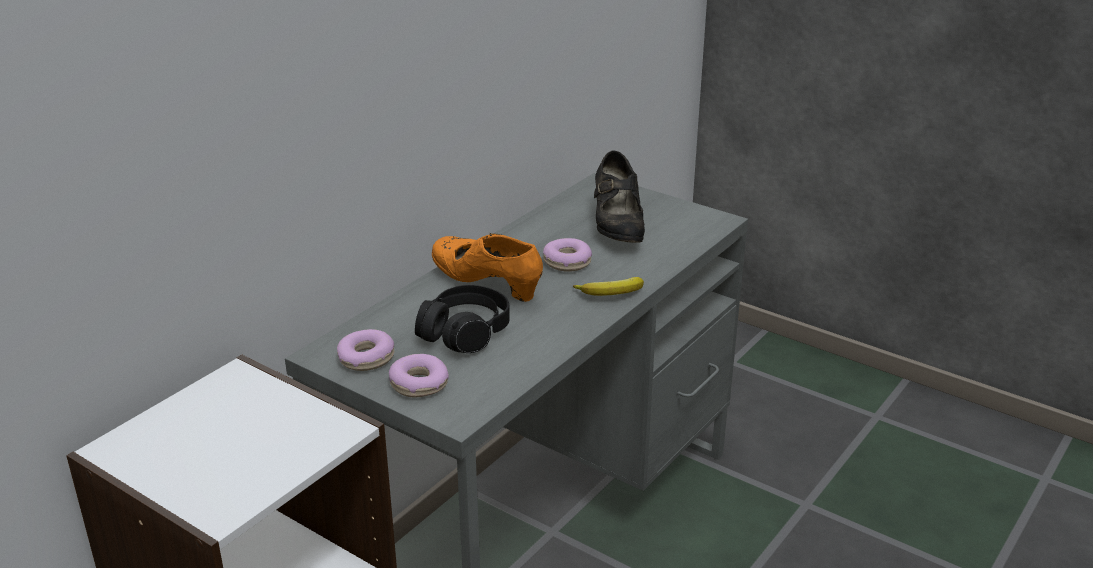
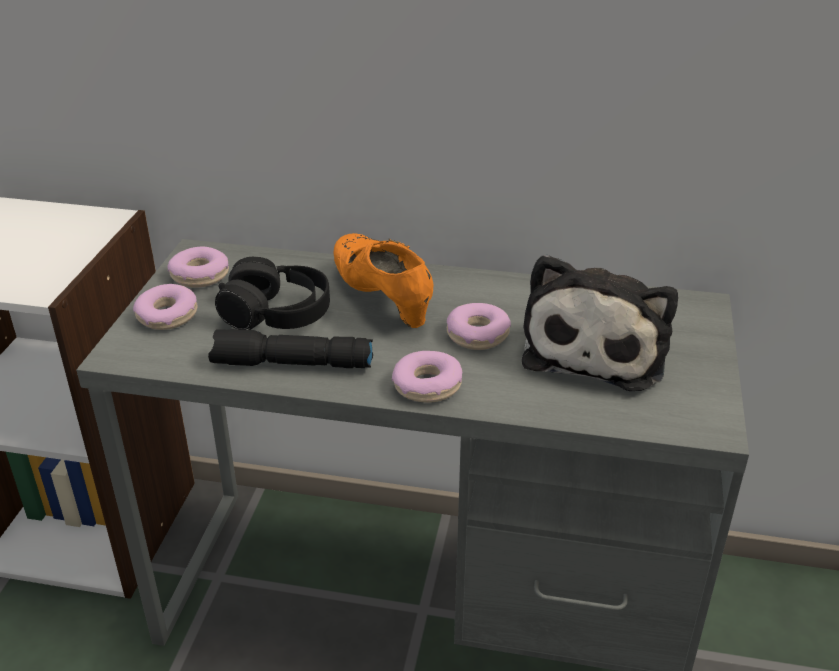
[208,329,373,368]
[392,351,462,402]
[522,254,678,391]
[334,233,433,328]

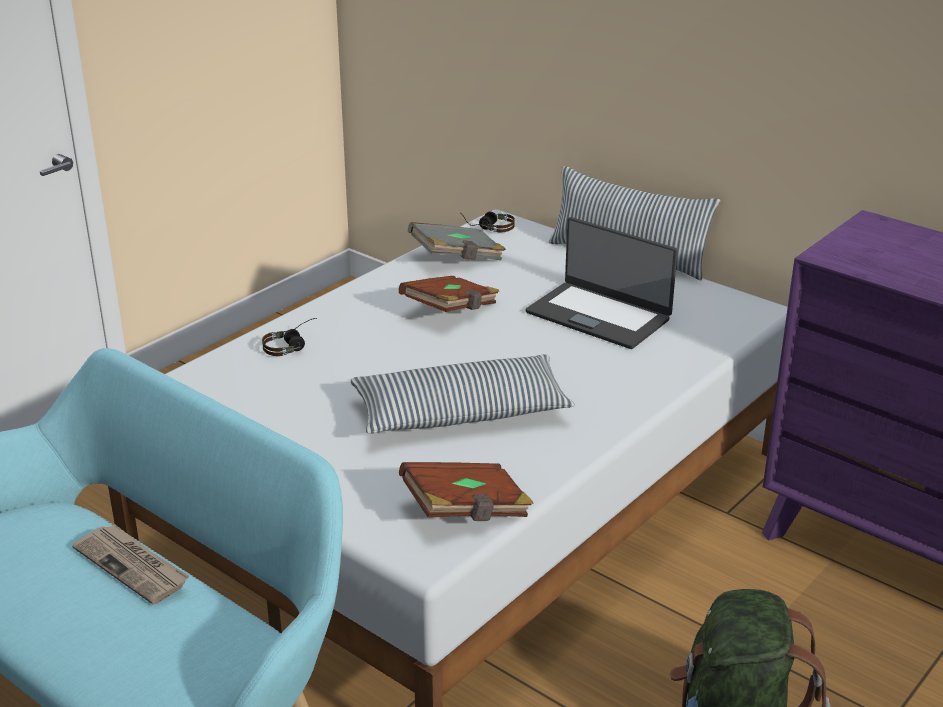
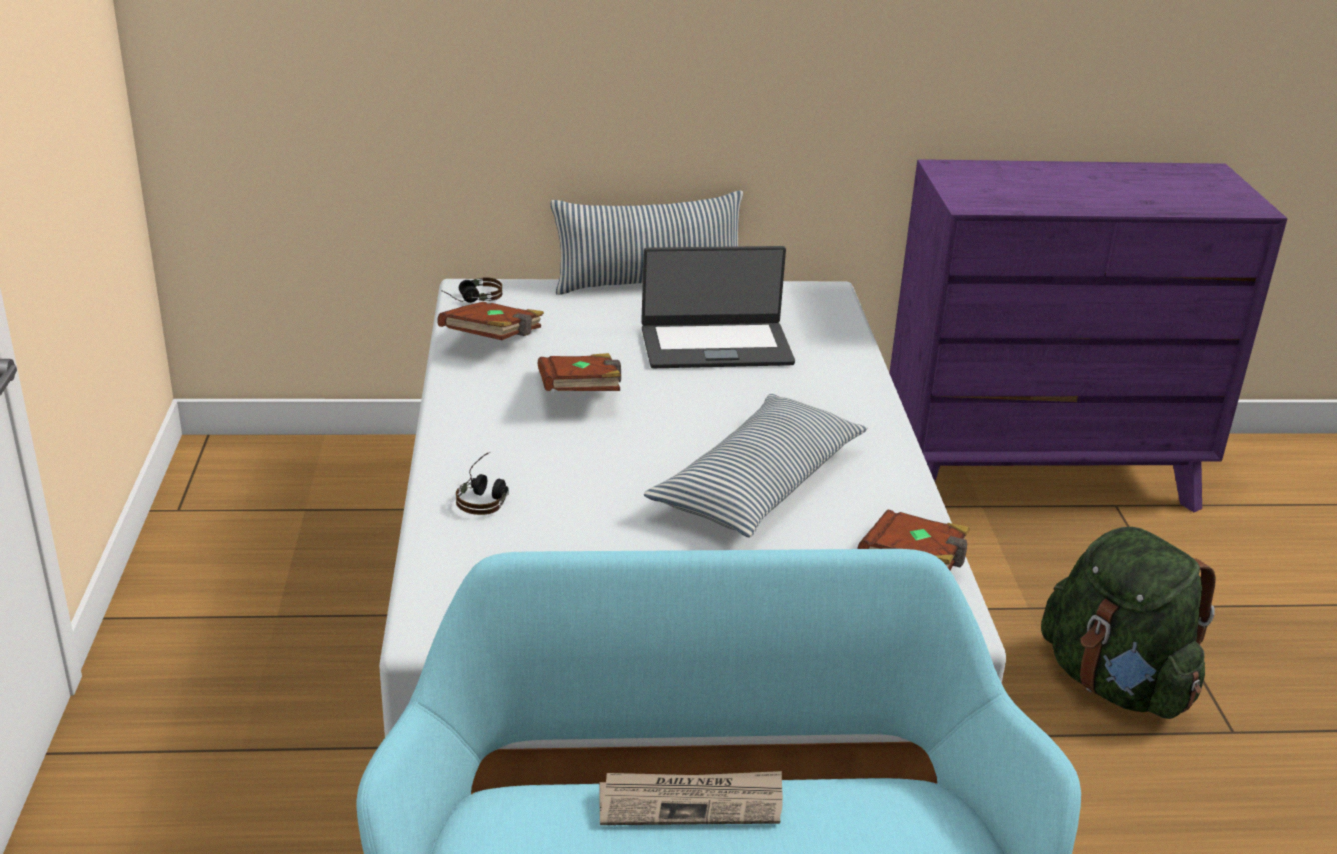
[438,302,544,340]

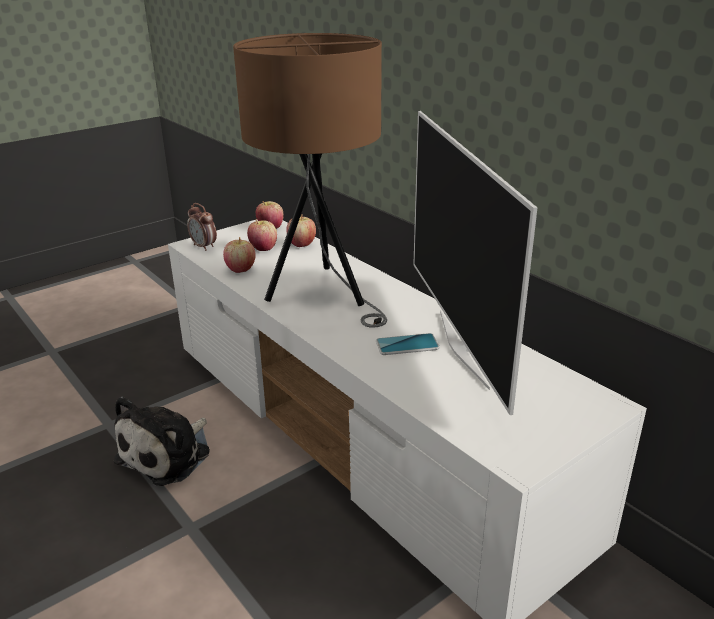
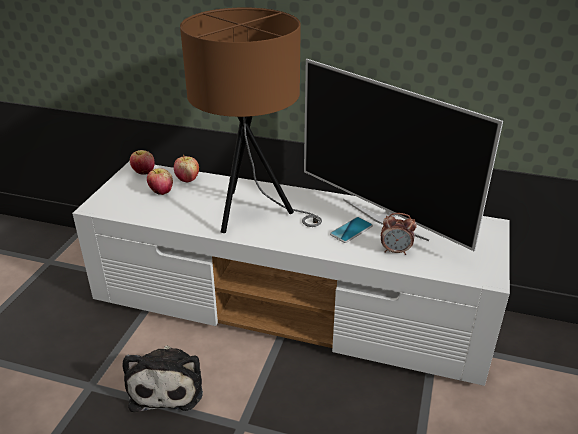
[223,237,256,273] (first image)
[381,213,417,255]

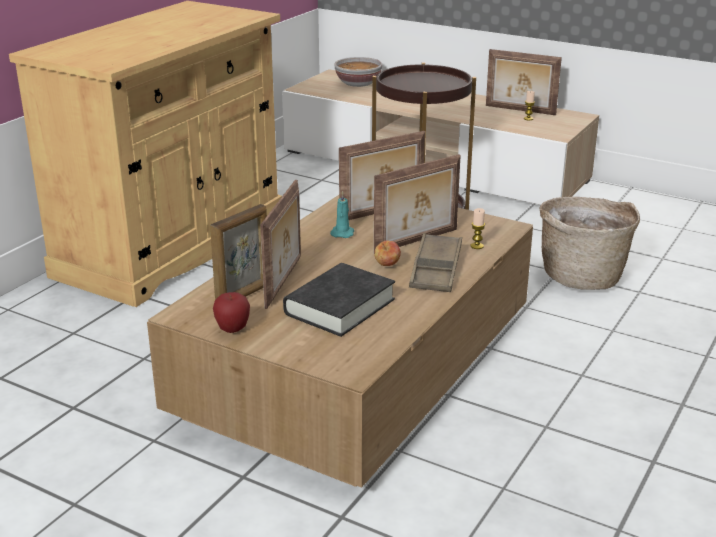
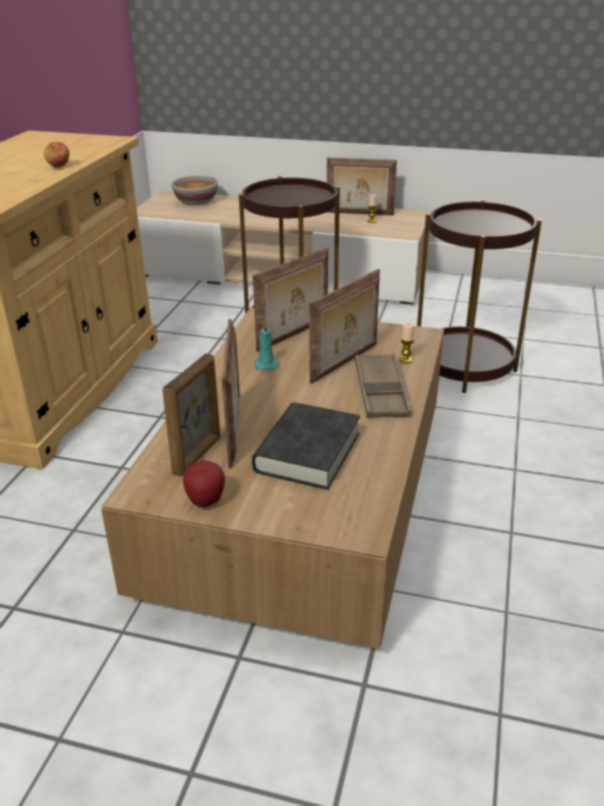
[44,142,70,167]
[417,199,542,393]

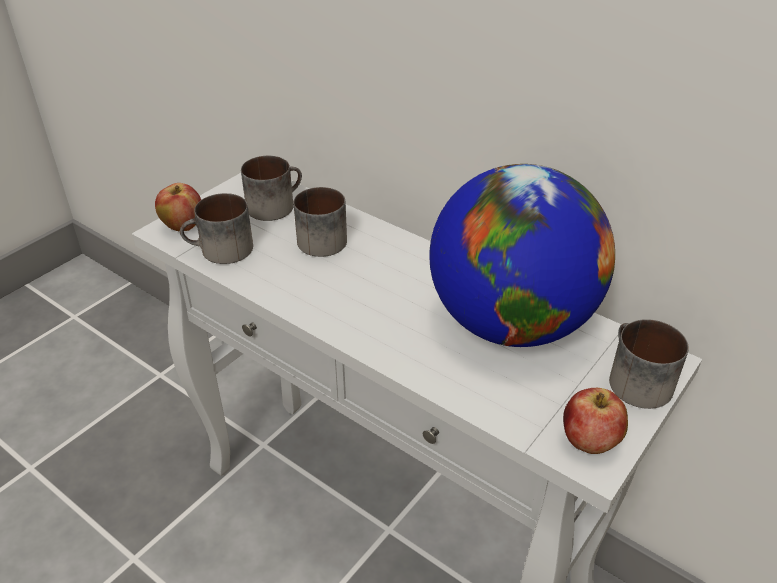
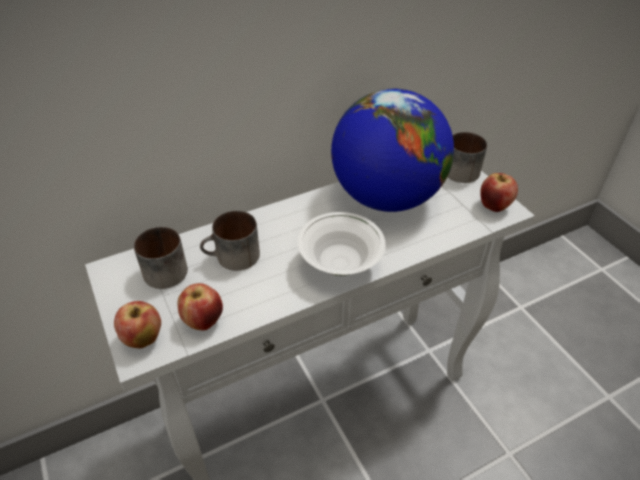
[297,212,386,276]
[177,283,223,330]

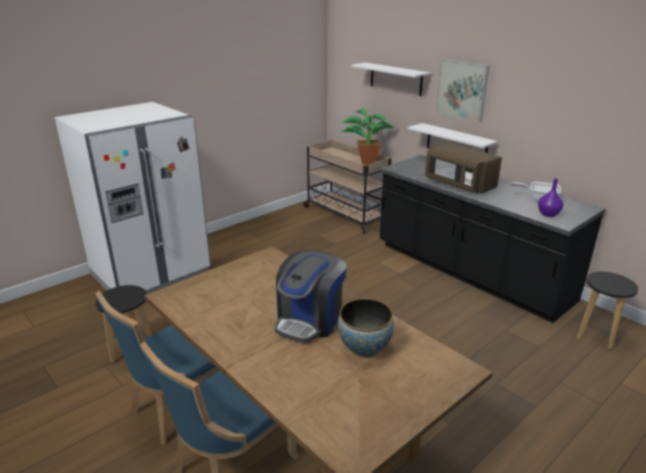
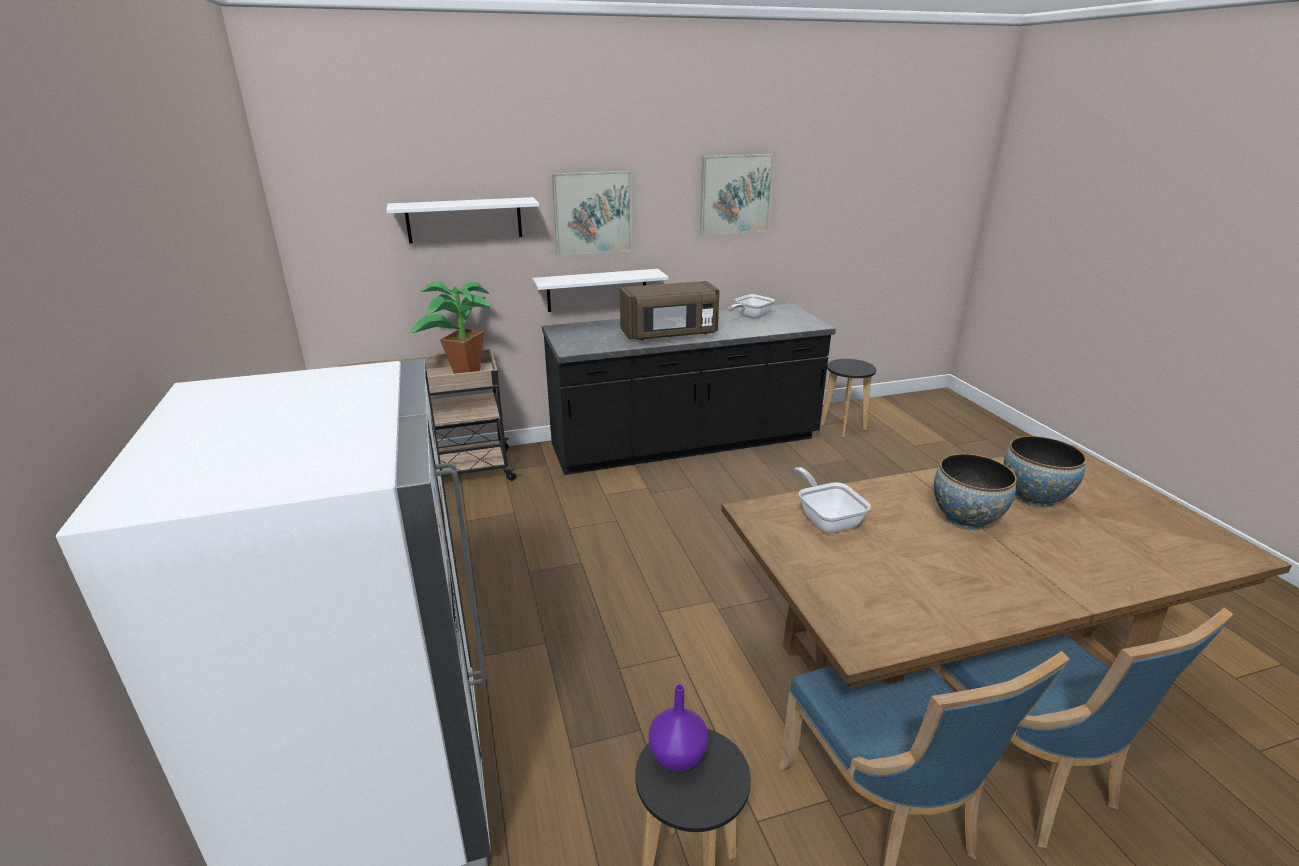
[700,154,774,235]
[794,467,871,534]
[649,684,708,772]
[934,454,1017,530]

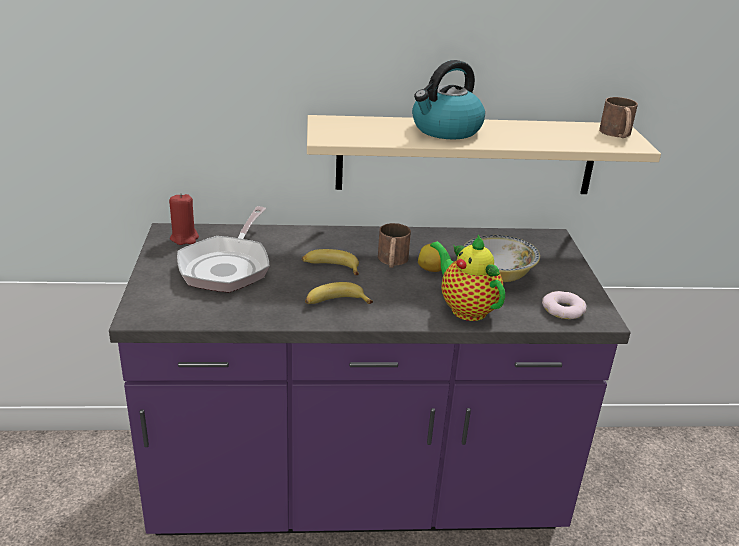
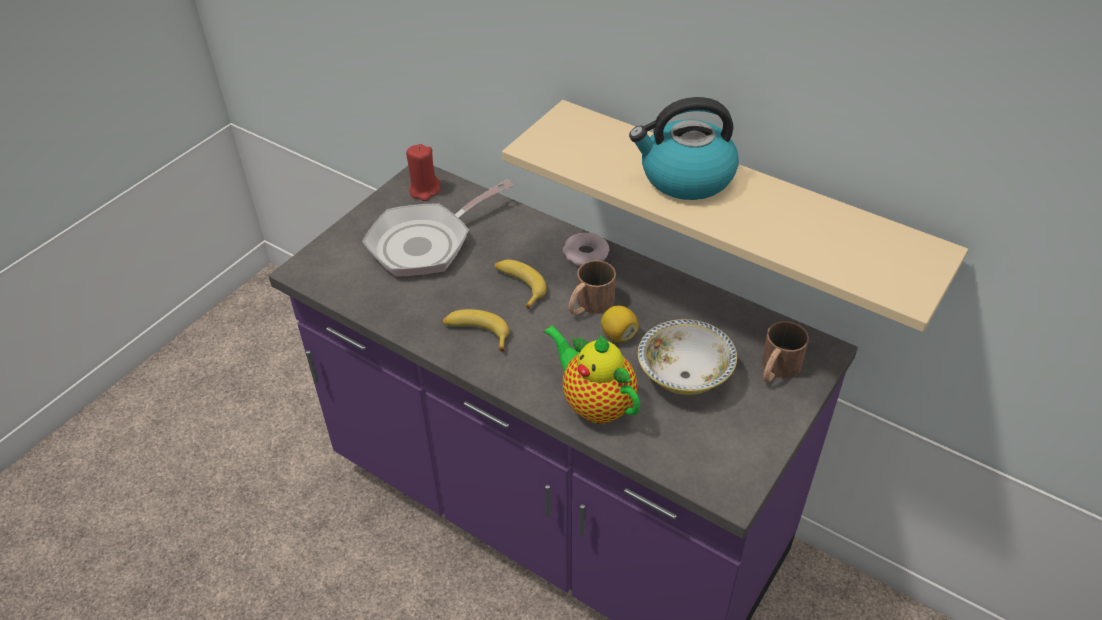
[563,233,609,266]
[761,321,809,382]
[543,325,640,424]

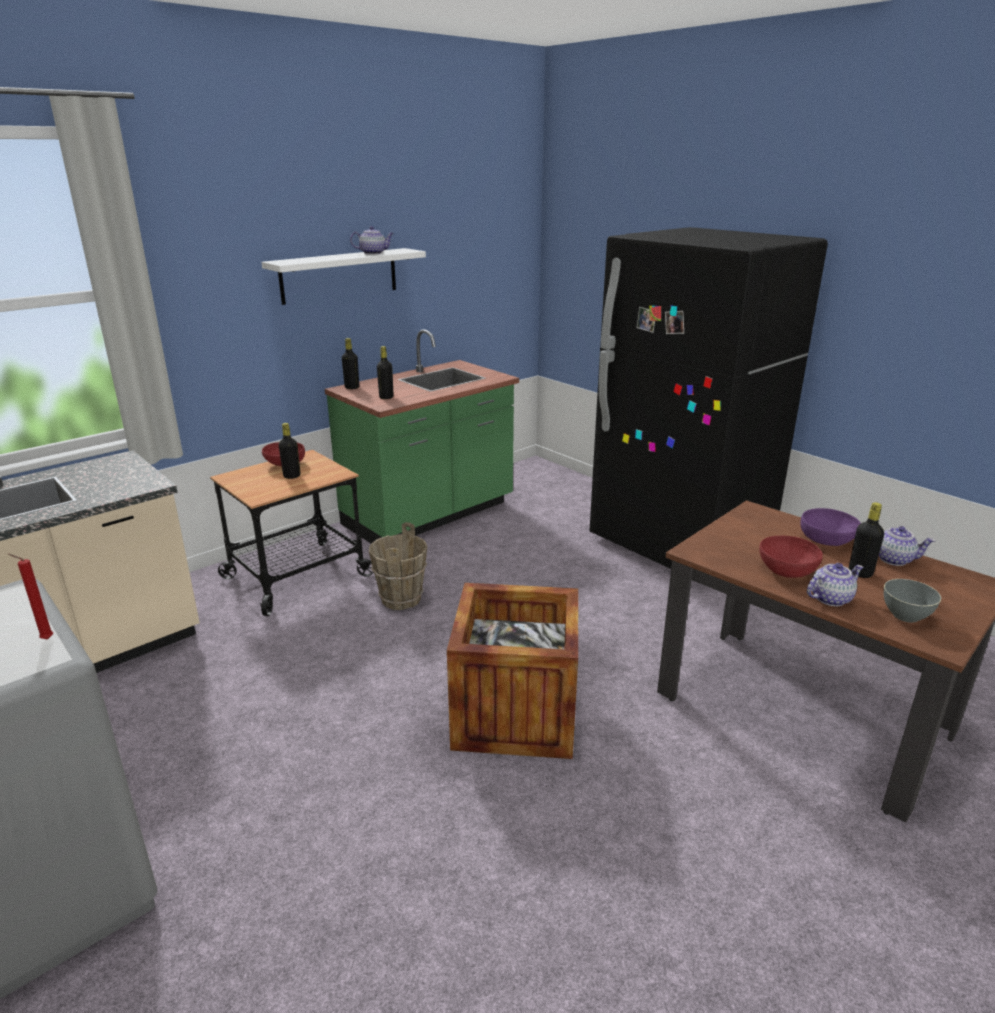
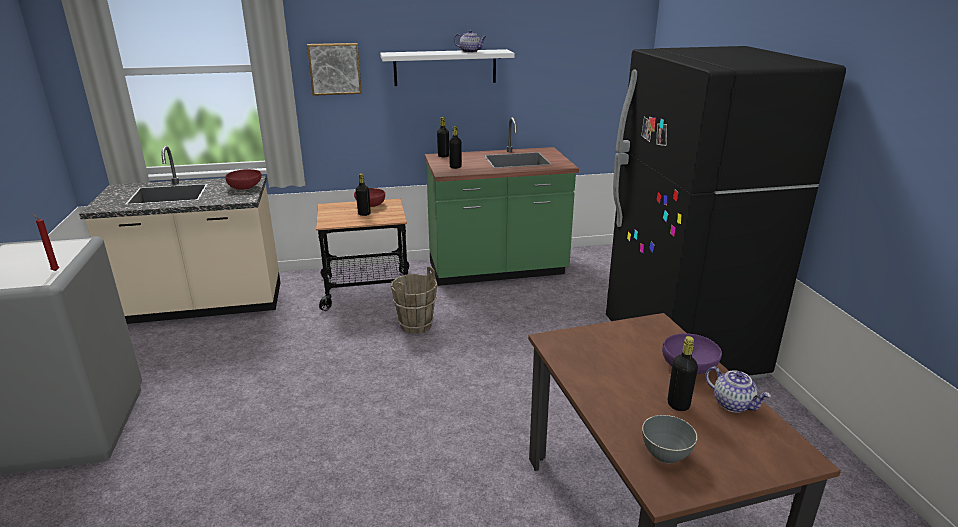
[447,583,578,759] (first image)
[807,563,863,606] (first image)
[307,43,362,96]
[226,169,262,190]

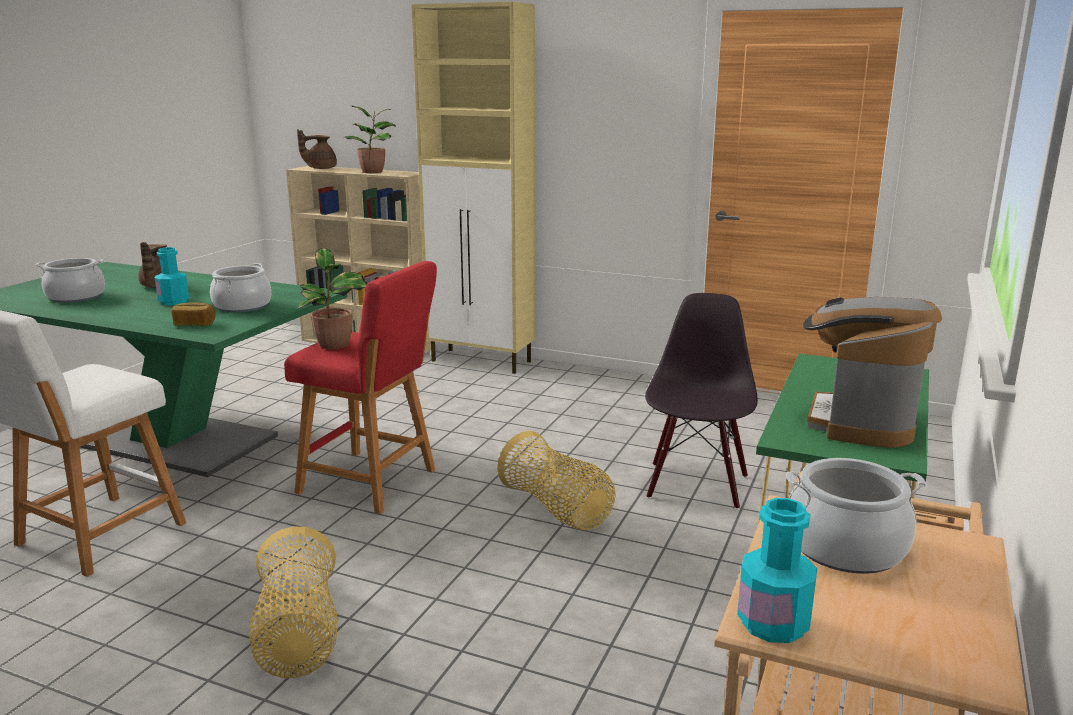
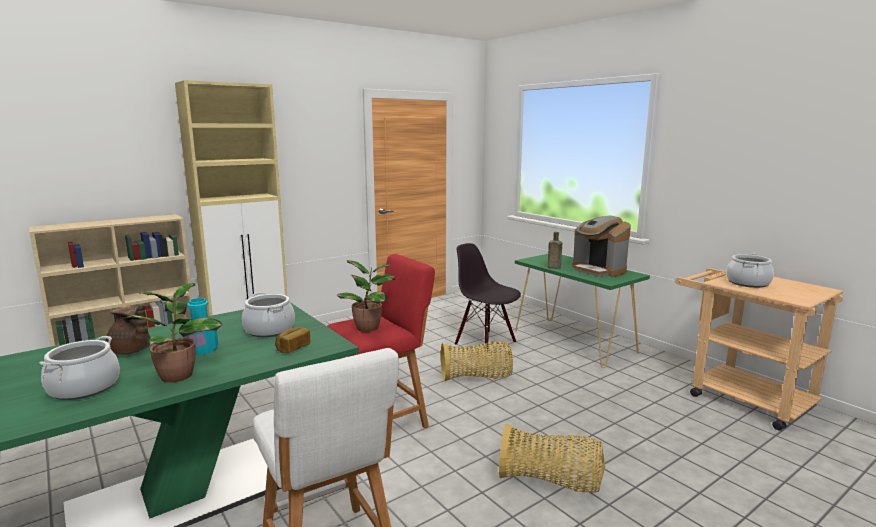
[297,129,337,169] (first image)
[737,498,817,643] (first image)
[548,232,562,269]
[121,283,223,383]

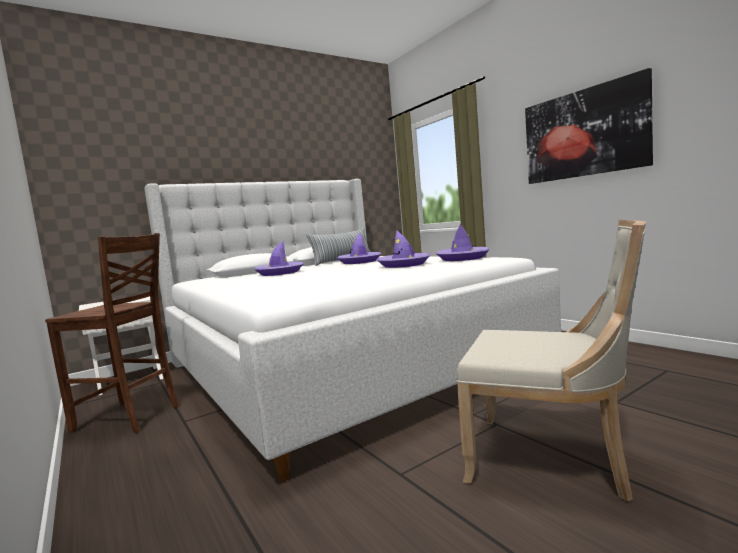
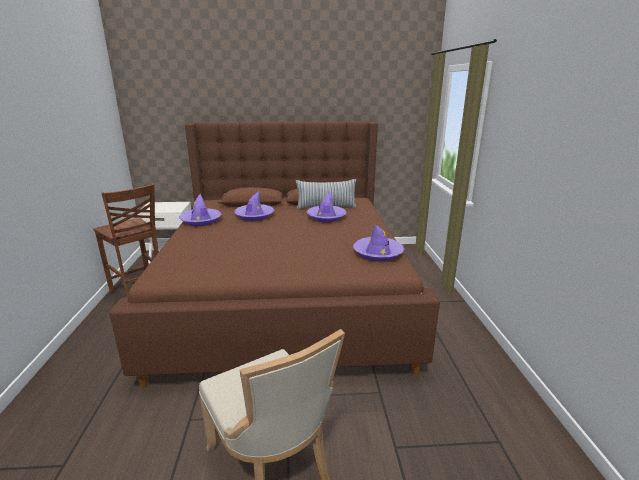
[525,68,653,184] (first image)
[179,194,222,226]
[109,121,440,388]

